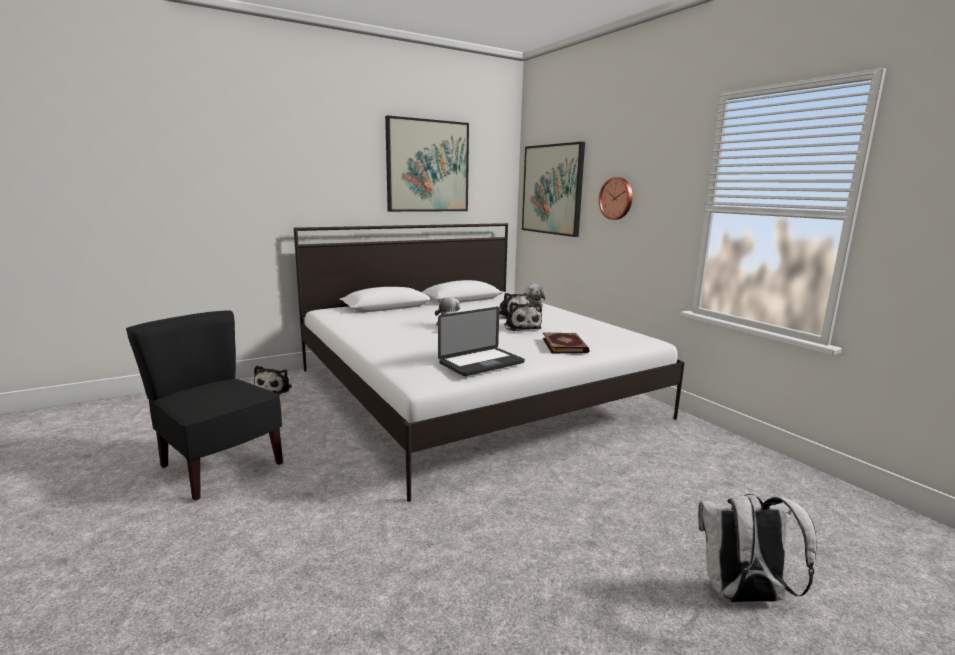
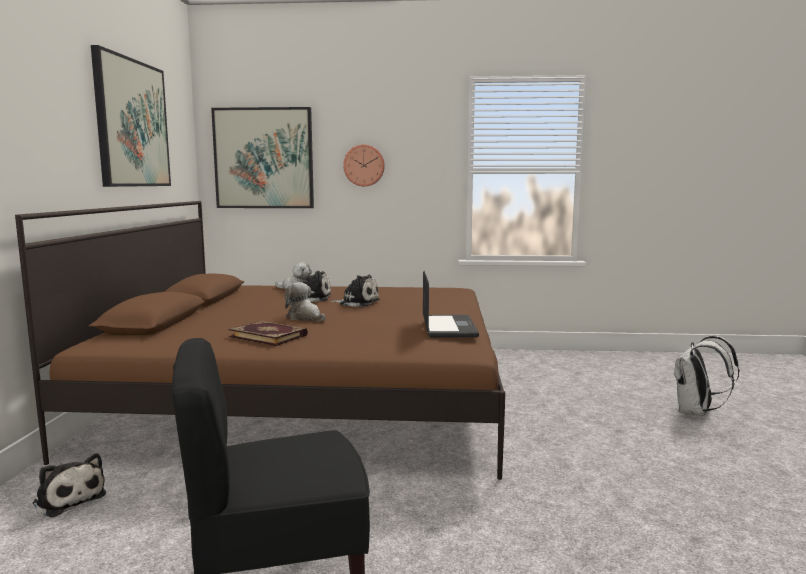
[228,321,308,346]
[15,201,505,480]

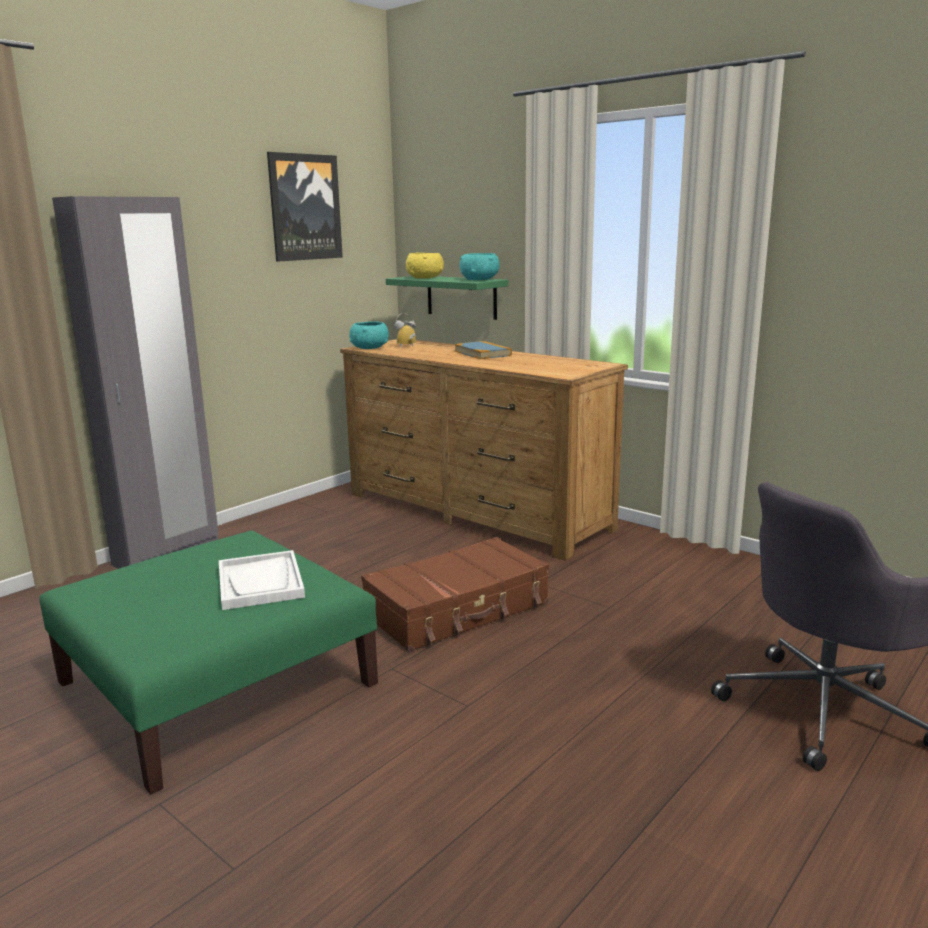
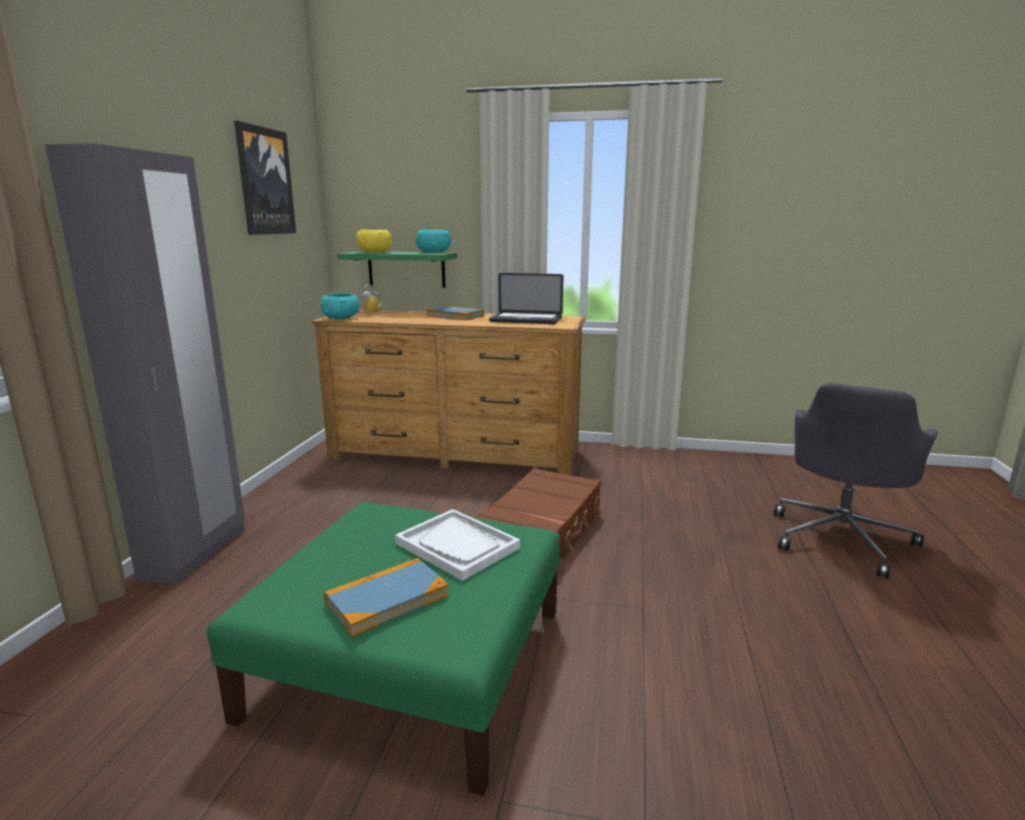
[324,558,449,637]
[489,273,563,324]

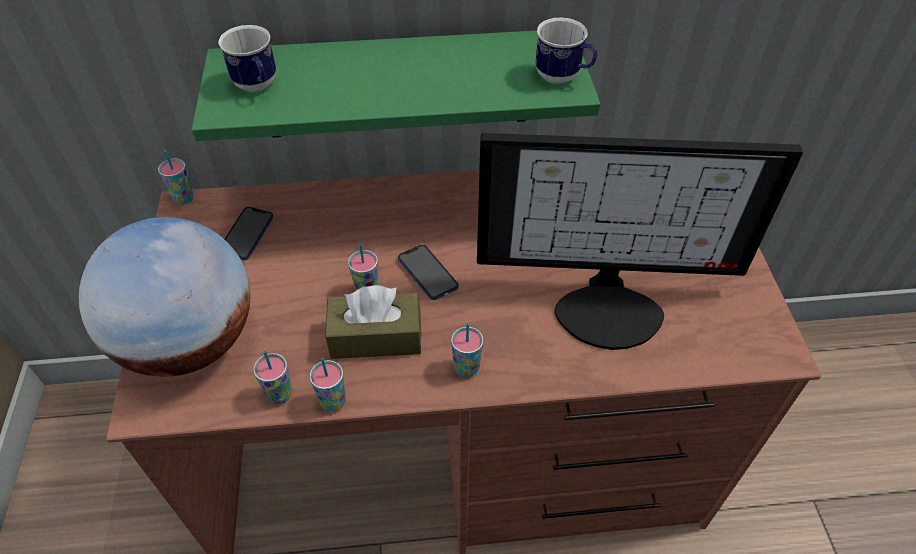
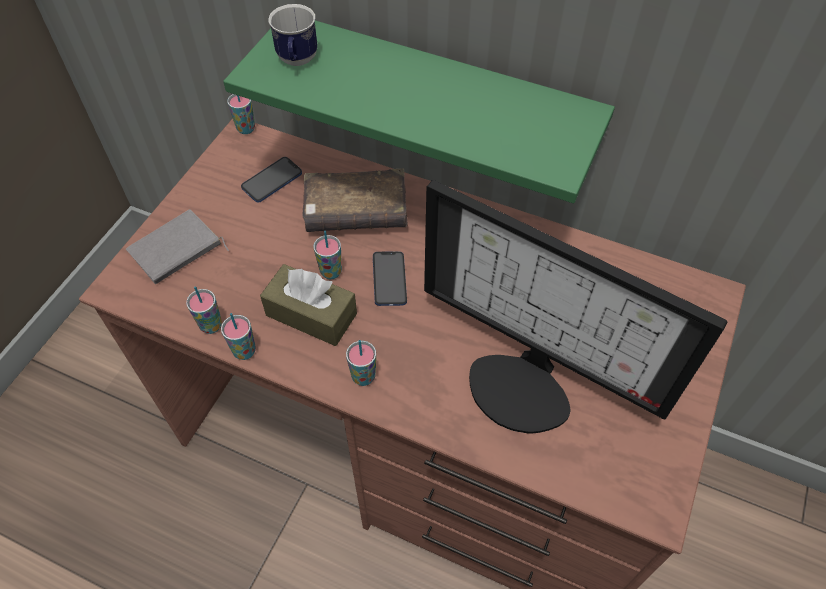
[535,18,597,84] (first image)
[302,168,408,232]
[126,209,229,284]

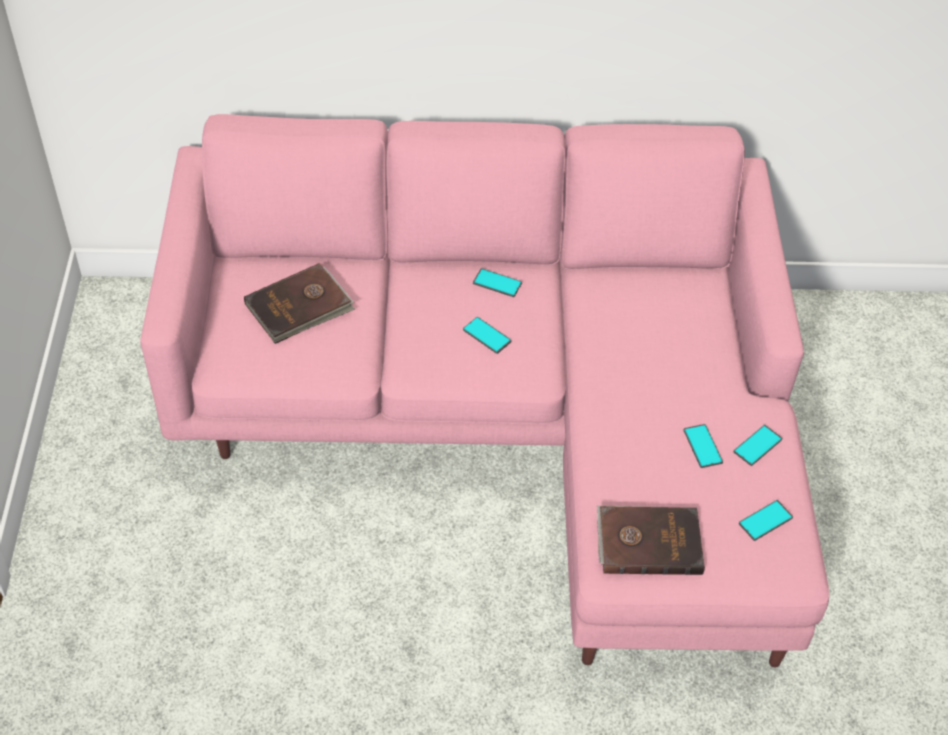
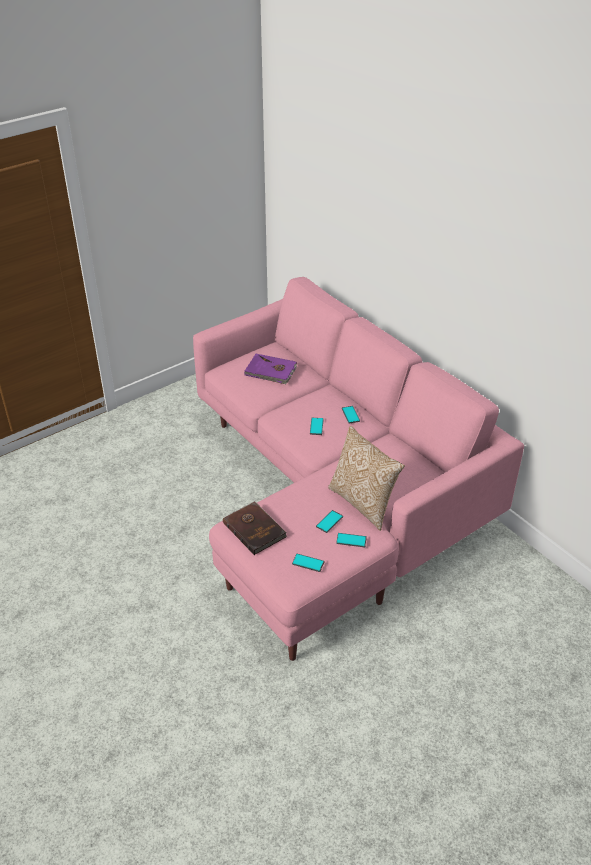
[328,426,405,531]
[244,354,297,384]

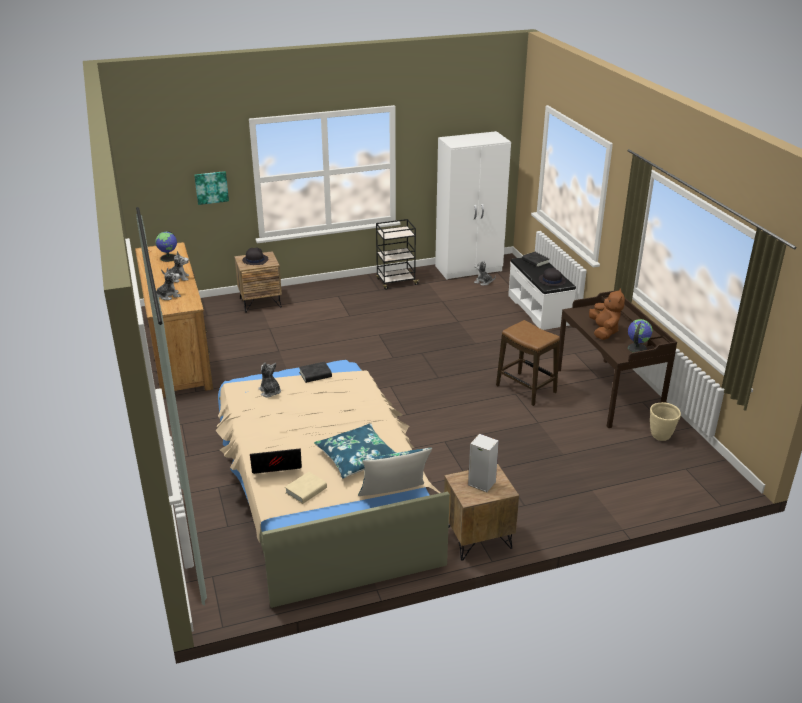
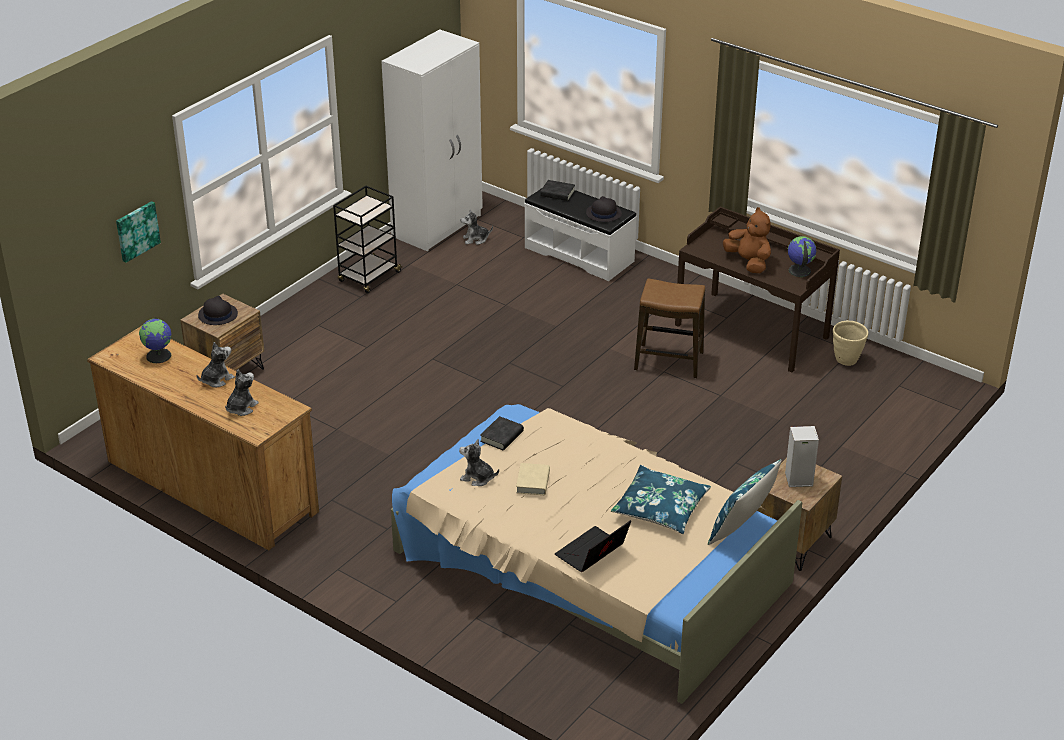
[516,463,550,495]

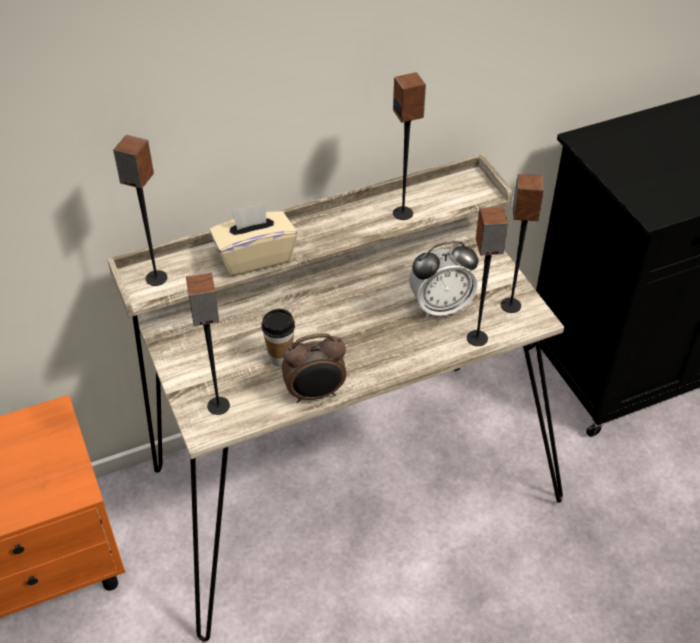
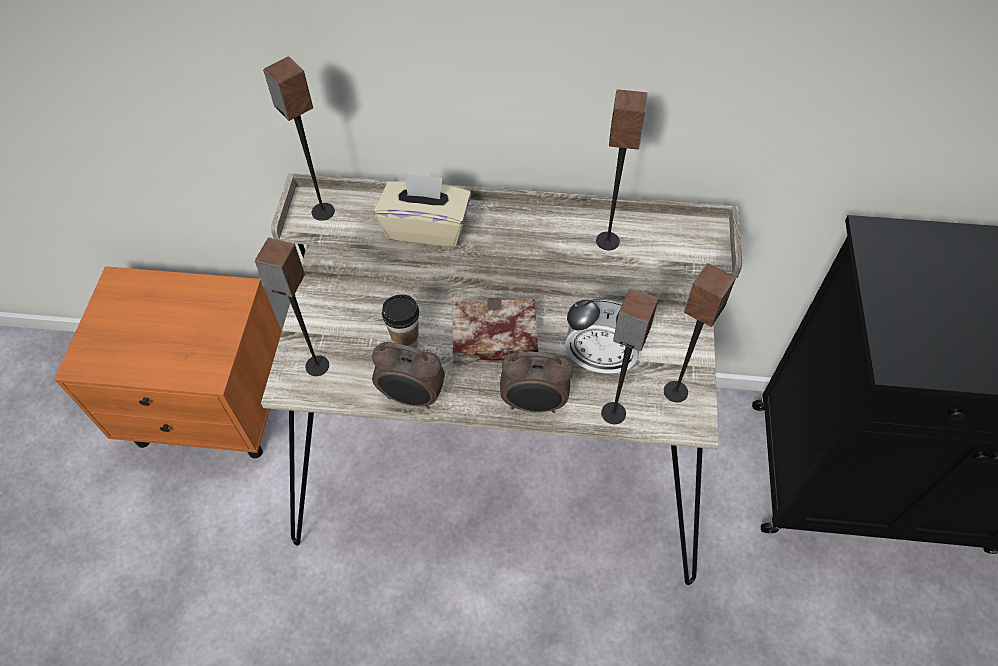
[453,298,538,363]
[500,352,573,413]

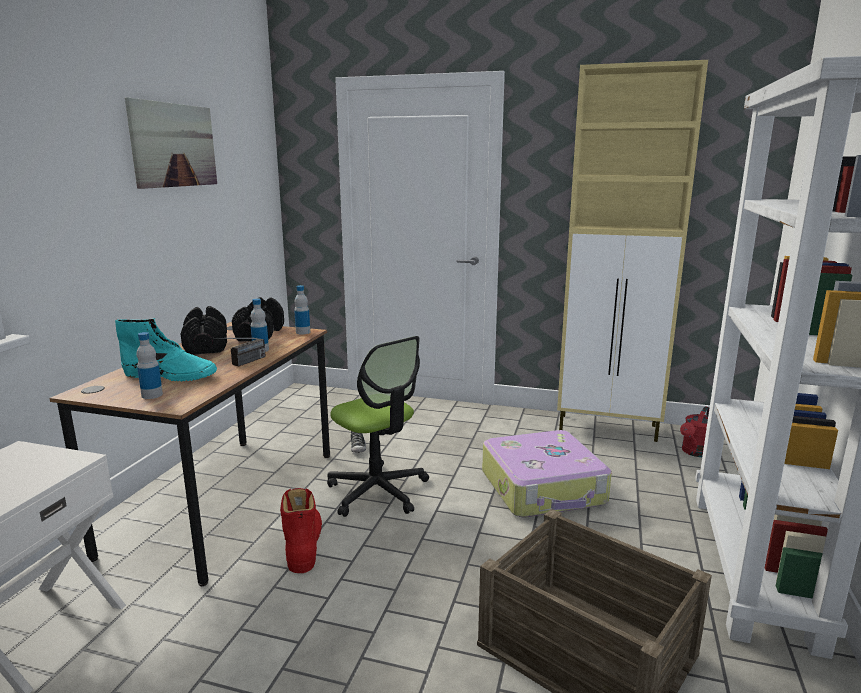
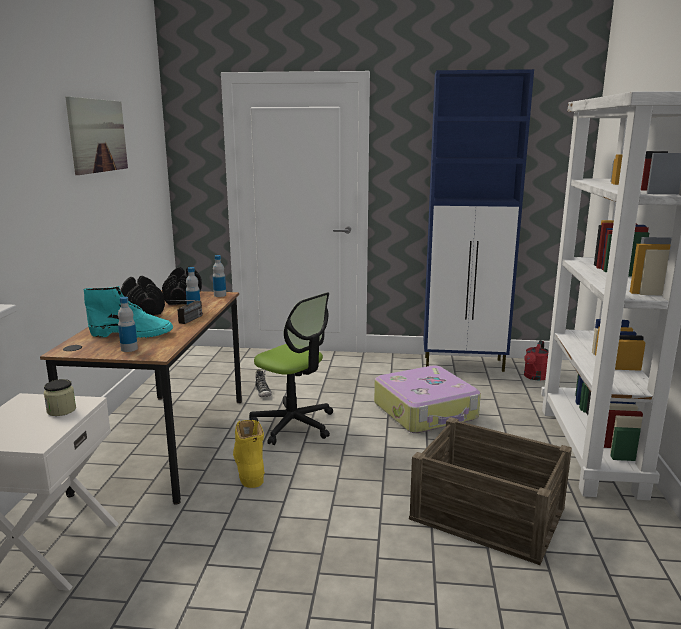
[44,379,76,416]
[233,420,265,488]
[424,69,534,372]

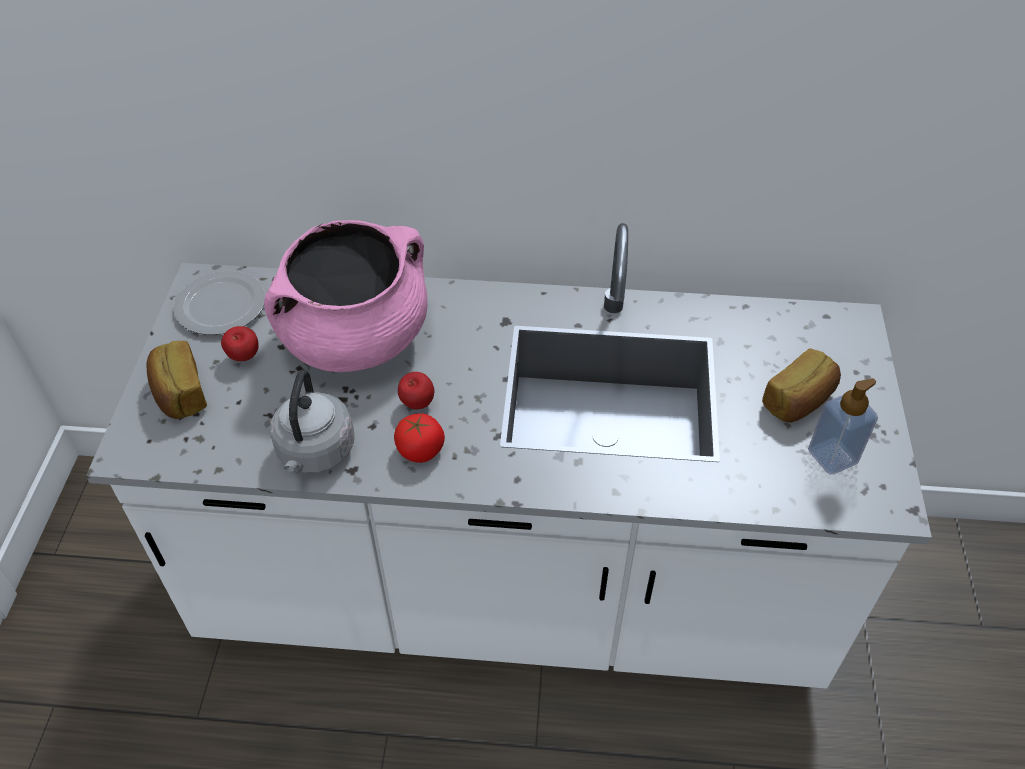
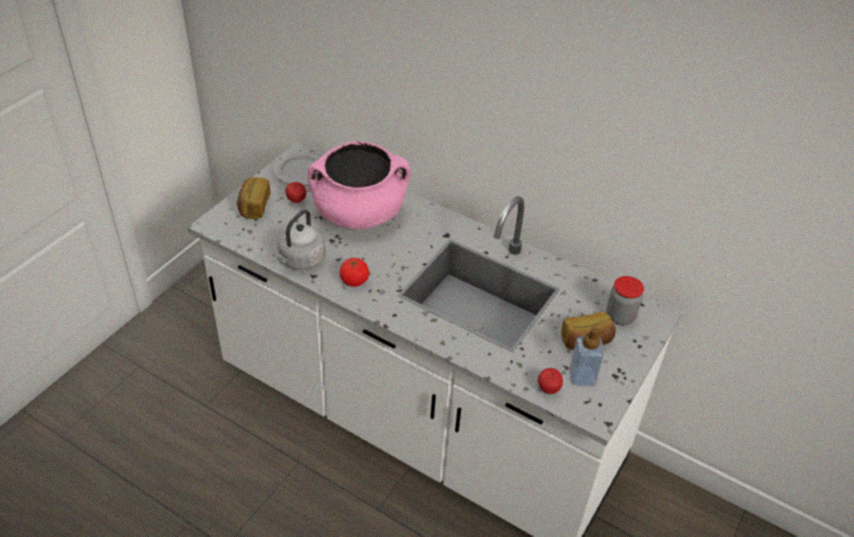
[606,276,644,325]
[538,368,563,394]

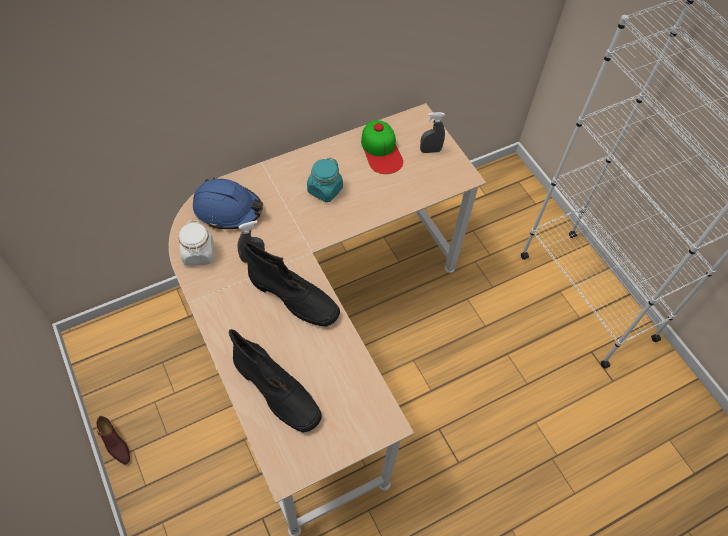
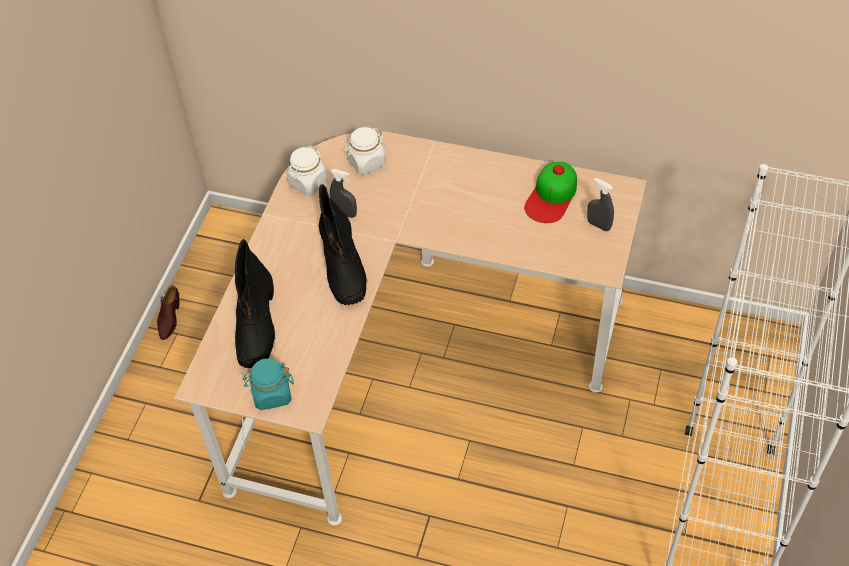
[243,358,294,410]
[345,127,386,175]

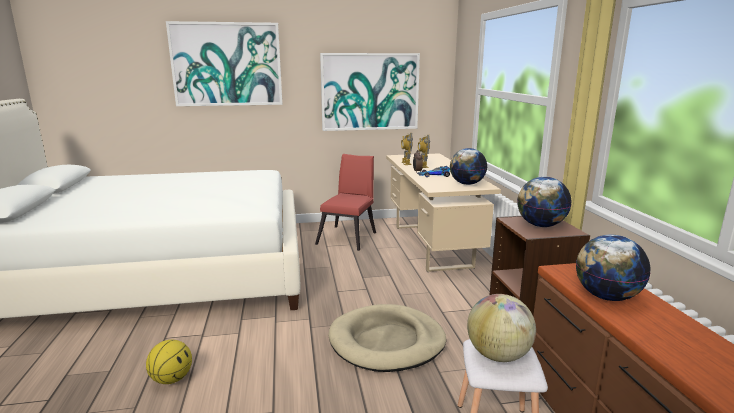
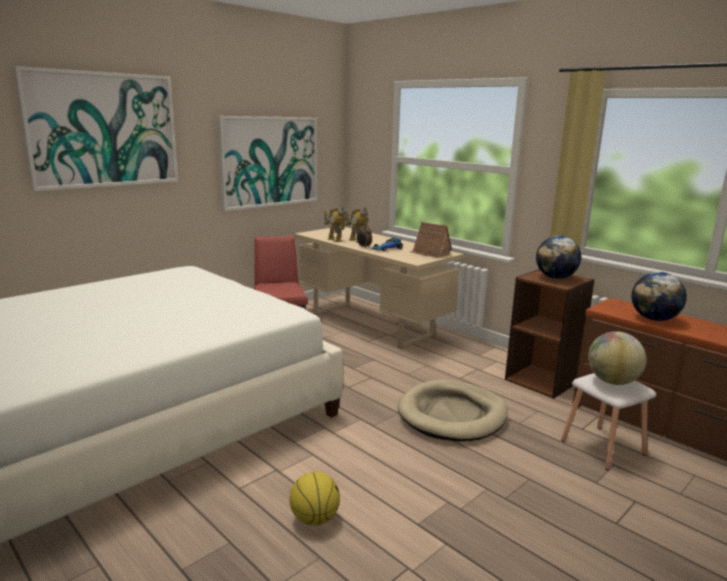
[410,222,452,258]

